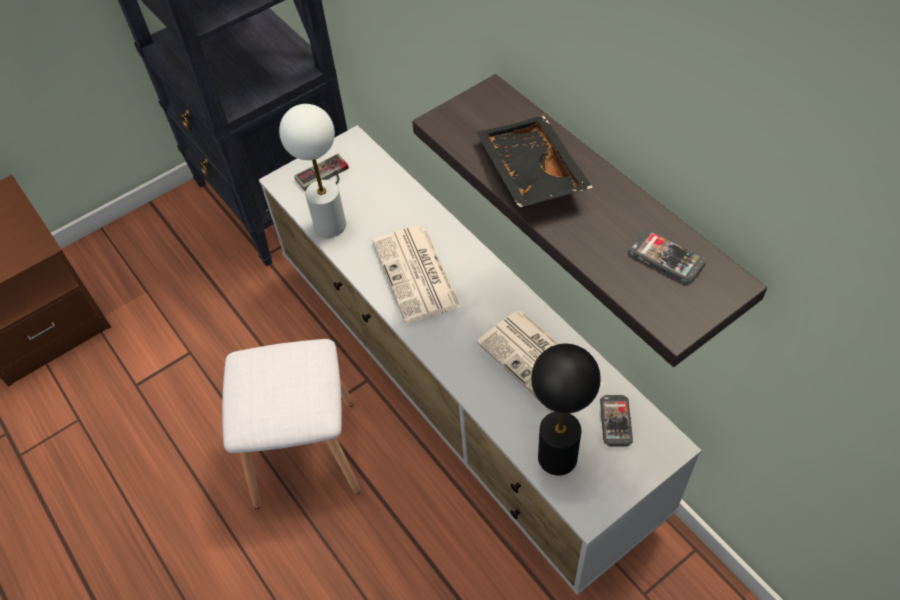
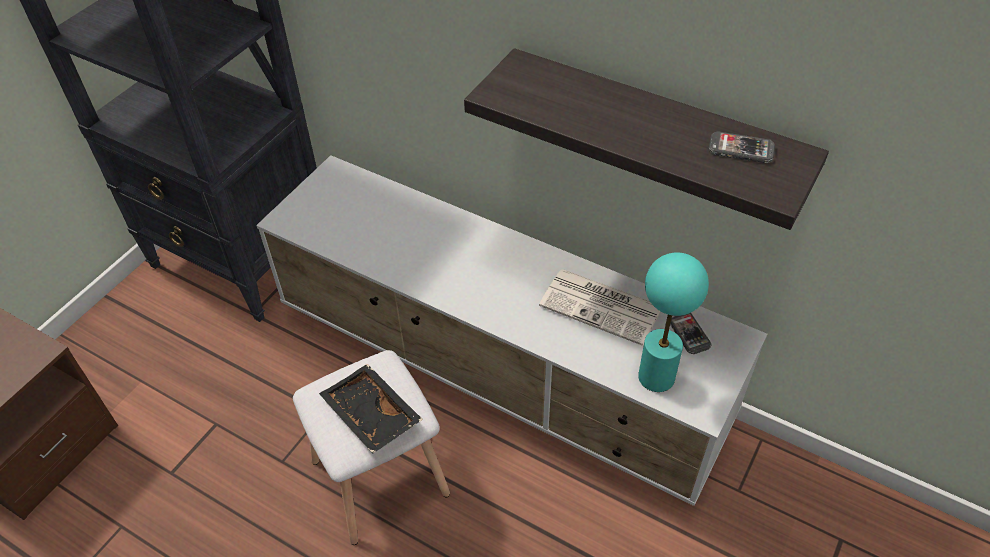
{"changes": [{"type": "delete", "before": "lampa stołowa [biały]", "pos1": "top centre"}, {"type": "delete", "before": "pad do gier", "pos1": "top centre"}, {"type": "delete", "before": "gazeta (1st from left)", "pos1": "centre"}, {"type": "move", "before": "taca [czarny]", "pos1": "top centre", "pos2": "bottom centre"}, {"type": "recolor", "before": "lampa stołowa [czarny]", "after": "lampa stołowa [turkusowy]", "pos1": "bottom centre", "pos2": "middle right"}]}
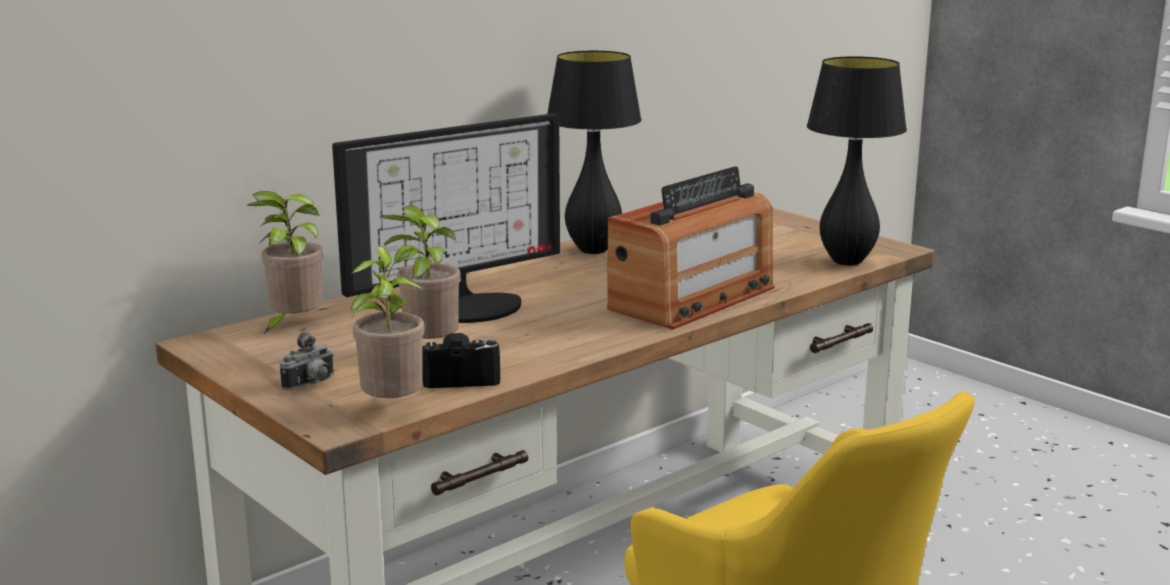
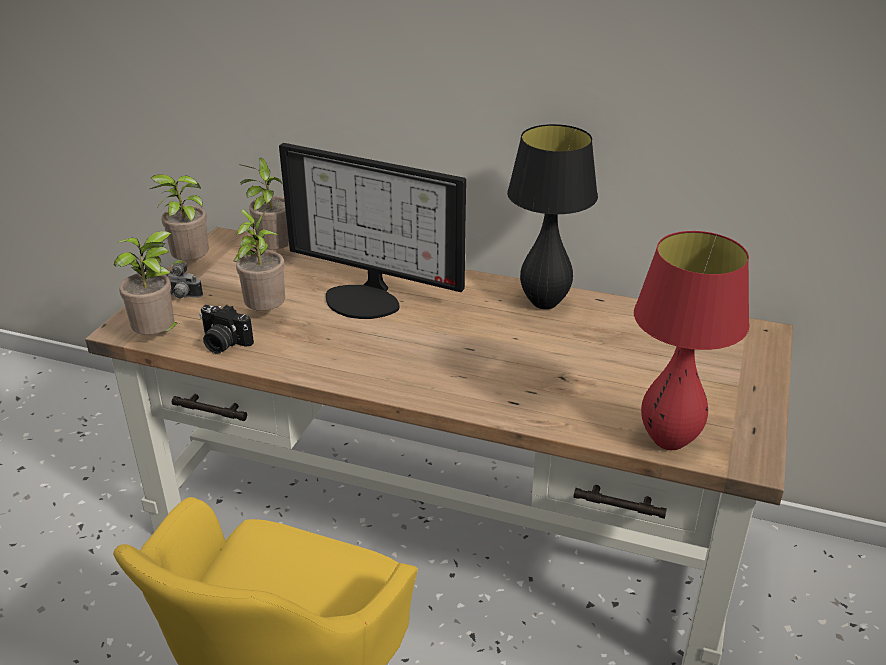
{"changes": [{"type": "rotate", "before": "aparat fotograficzny (2nd from left)", "pos1": "centre", "pos2": "middle left", "turn": 150}, {"type": "delete", "before": "radio", "pos1": "centre"}, {"type": "recolor", "before": "lampa stołowa [czarny] (2nd from left)", "after": "lampa stołowa [czerwony]", "pos1": "top right", "pos2": "middle right"}, {"type": "insert", "after": "roślina doniczkowa (2nd from left)", "pos2": "top left"}]}
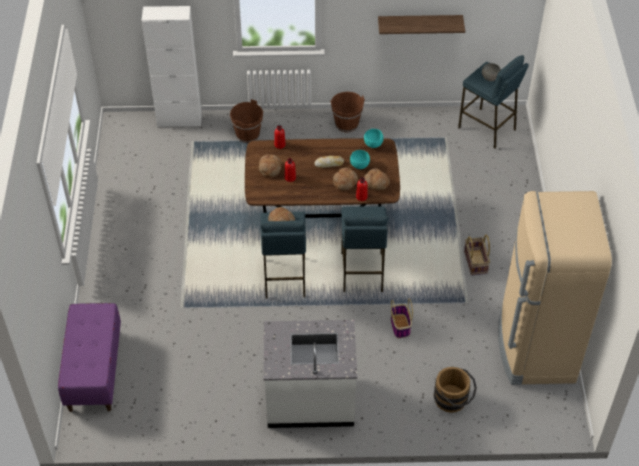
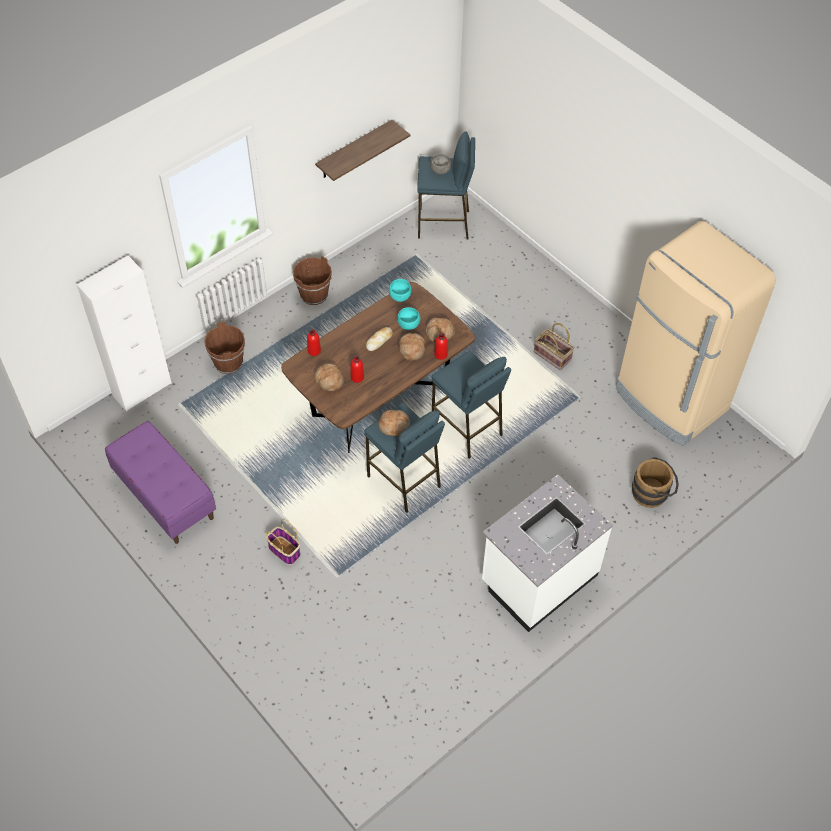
{"changes": [{"type": "move", "before": "ławka [fioletowy]", "pos1": "bottom left", "pos2": "middle left"}, {"type": "move", "before": "koszyk (1st from left)", "pos1": "bottom centre", "pos2": "centre"}]}
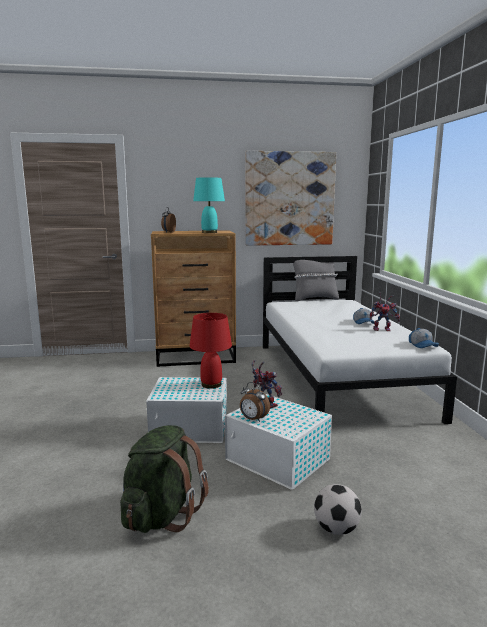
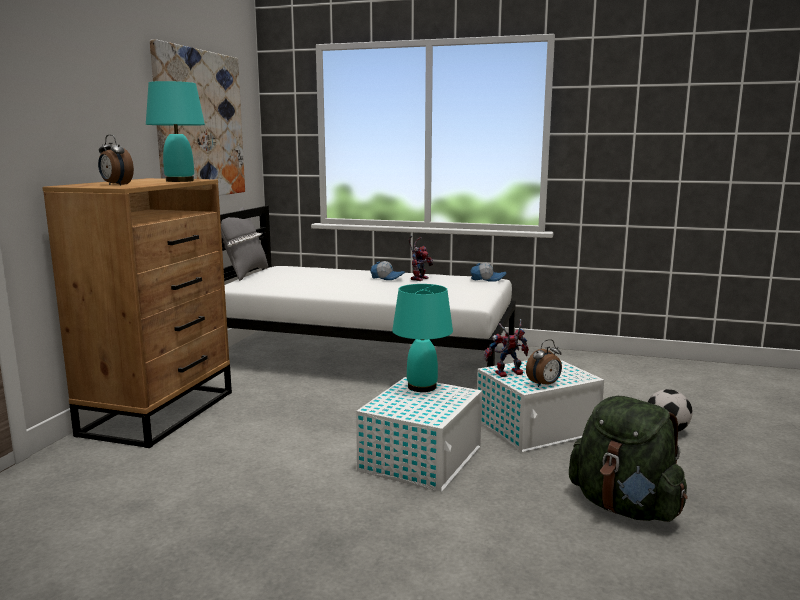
{"changes": [{"type": "recolor", "before": "lampa stołowa [czerwony]", "after": "lampa stołowa [turkusowy] (2nd from left)", "pos1": "centre", "pos2": "centre"}]}
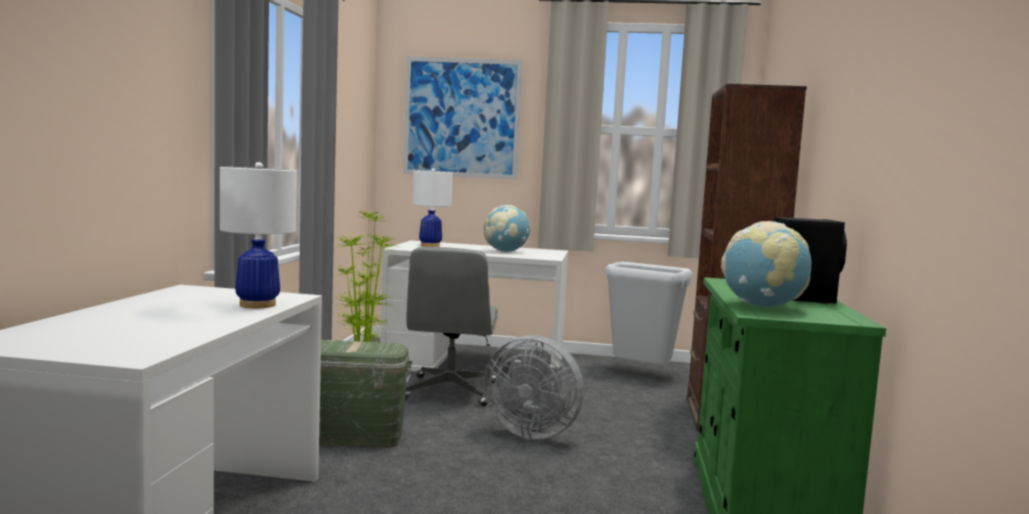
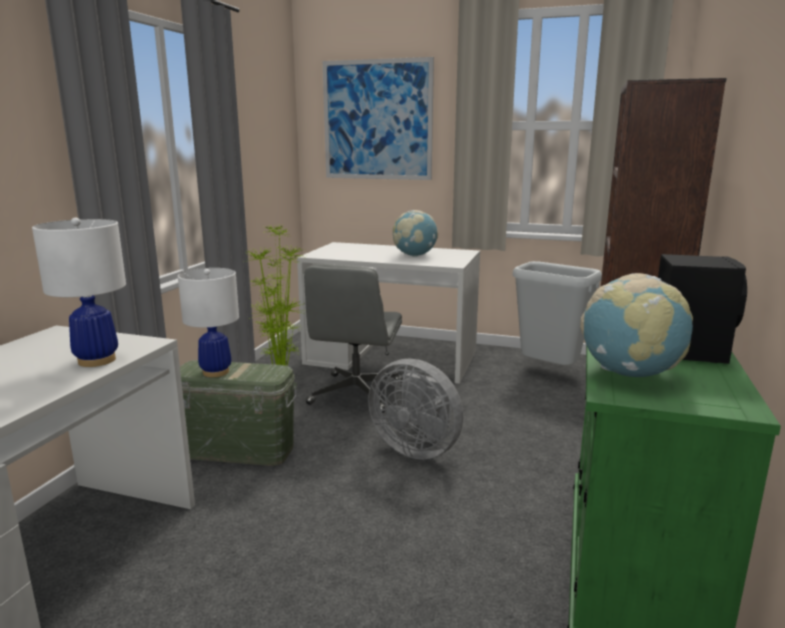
{"changes": [{"type": "move", "before": "lampa stołowa [biały] (2nd from left)", "pos1": "centre", "pos2": "middle left"}]}
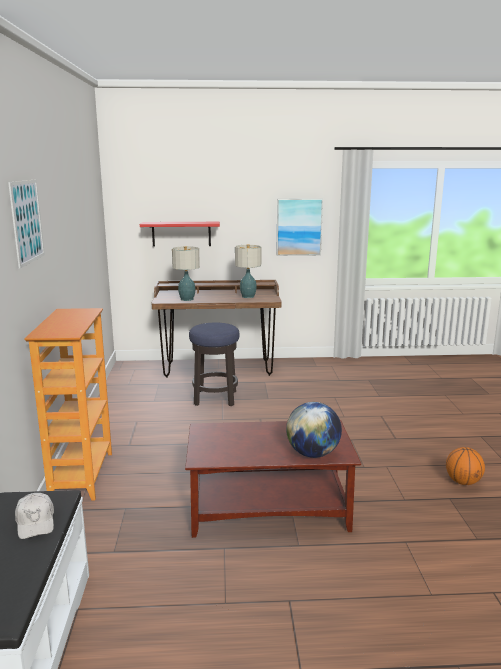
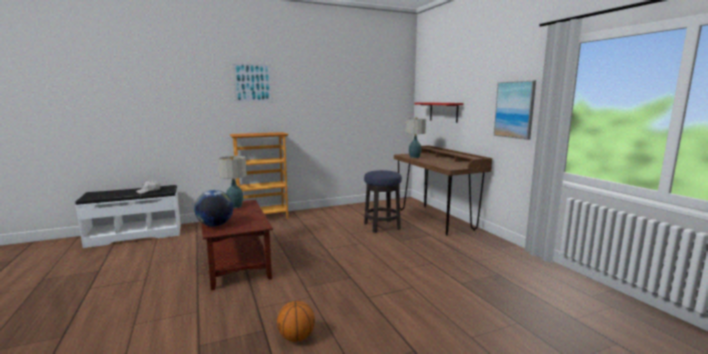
{"changes": [{"type": "move", "before": "lampa stołowa (2nd from left in the first image)", "after": "lampa stołowa (1st from left)", "pos1": "centre", "pos2": "middle left"}]}
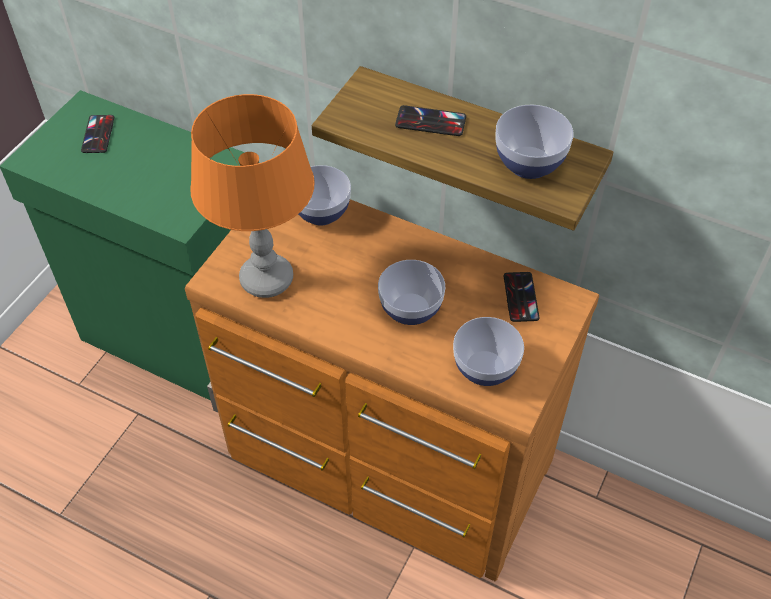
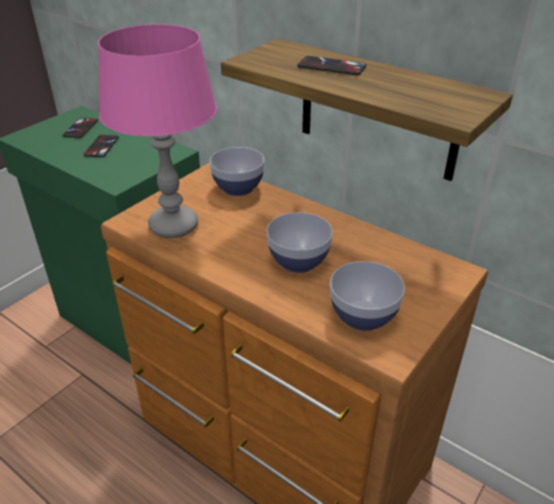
{"changes": [{"type": "recolor", "before": "lampa stołowa [pomarańczowy]", "after": "lampa stołowa [różowy]", "pos1": "top left", "pos2": "top left"}, {"type": "delete", "before": "miska (4th from left)", "pos1": "top right"}, {"type": "move", "before": "telefon (3rd from left in the first image)", "after": "telefon (2nd from left)", "pos1": "middle right", "pos2": "top left"}]}
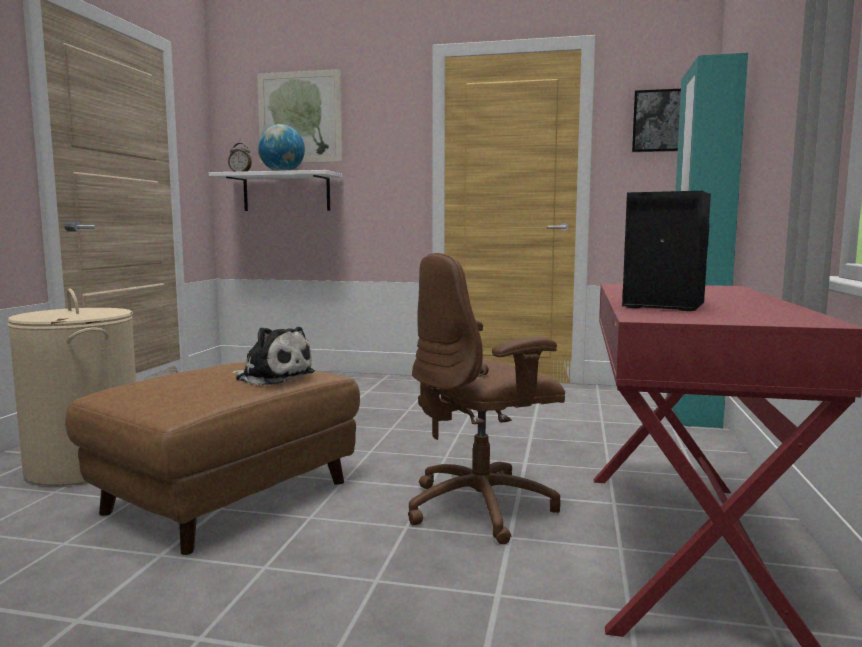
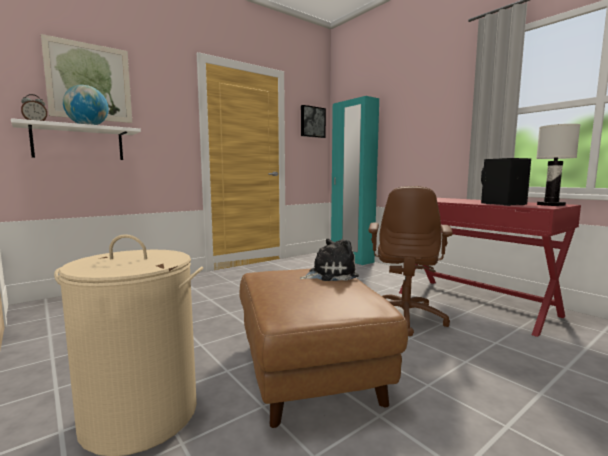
{"changes": [{"type": "insert", "after": "lampa stołowa [biały]", "pos2": "middle right"}]}
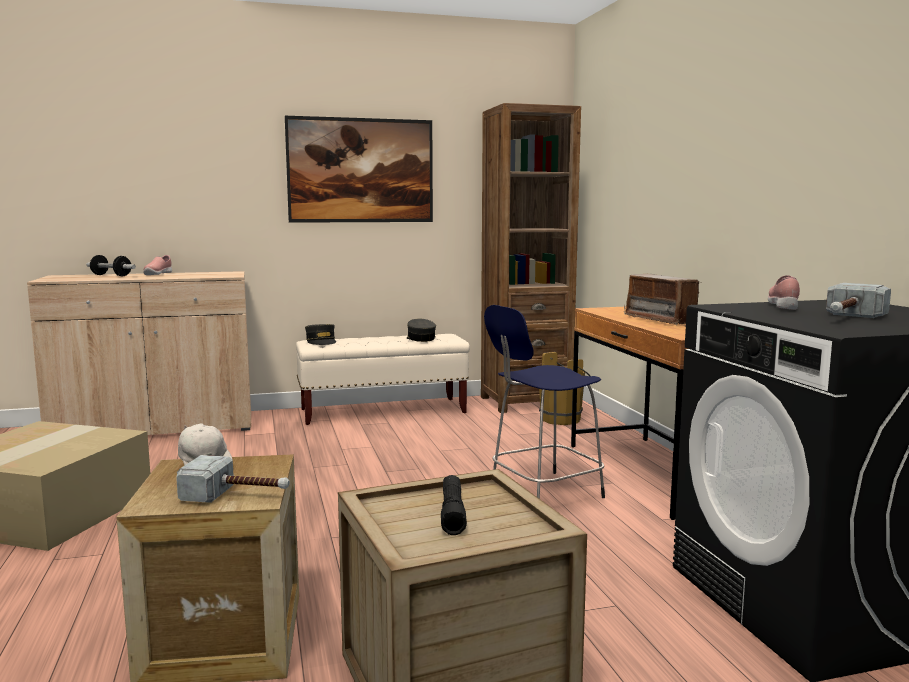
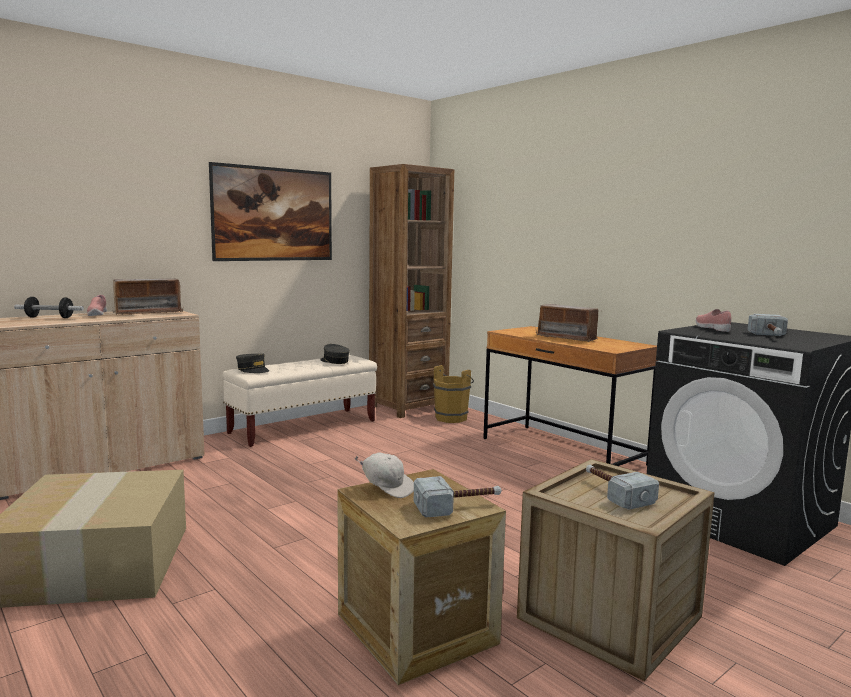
{"changes": [{"type": "replace", "before": "latarka [czarny]", "after": "młotek (2nd from left)", "pos1": "bottom centre", "pos2": "bottom right"}, {"type": "delete", "before": "stołek [niebieski]", "pos1": "centre"}, {"type": "insert", "after": "radio (1st from left)", "pos2": "middle left"}]}
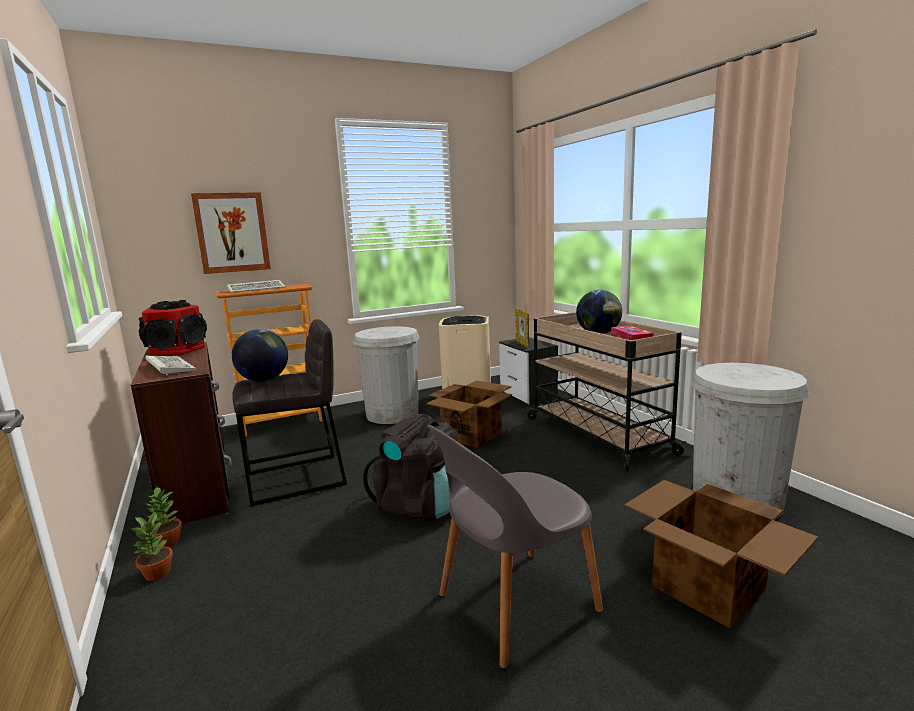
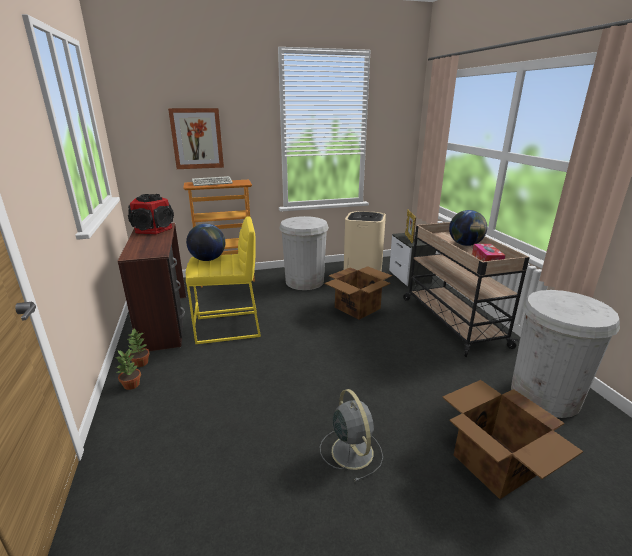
{"changes": [{"type": "delete", "before": "klawiatura (1st from left)", "pos1": "middle left"}, {"type": "recolor", "before": "stołek [szary]", "after": "stołek [żółty]", "pos1": "middle left", "pos2": "centre"}, {"type": "delete", "before": "plecak [czarny]", "pos1": "centre"}, {"type": "replace", "before": "krzesło [szary]", "after": "wentylator [szary]", "pos1": "bottom centre", "pos2": "bottom centre"}]}
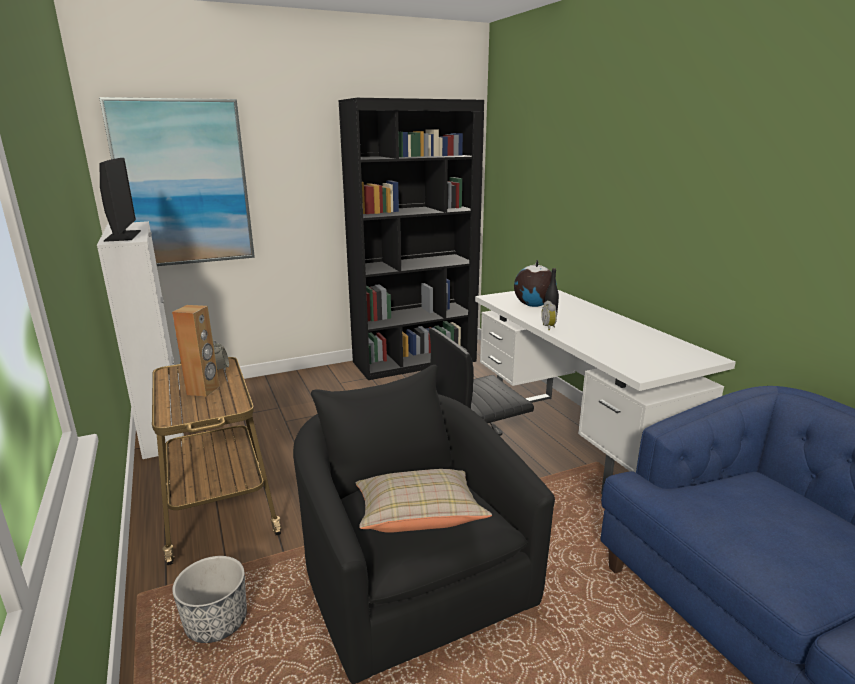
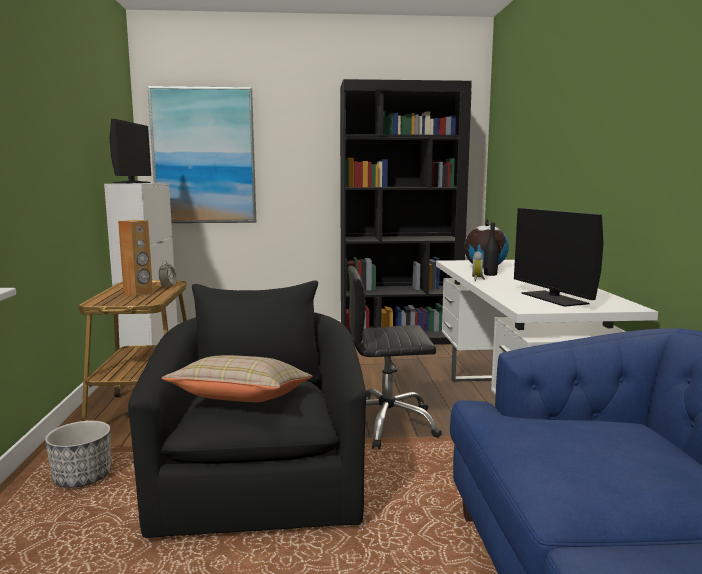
{"changes": [{"type": "insert", "after": "monitor (2nd from left)", "pos2": "middle right"}]}
